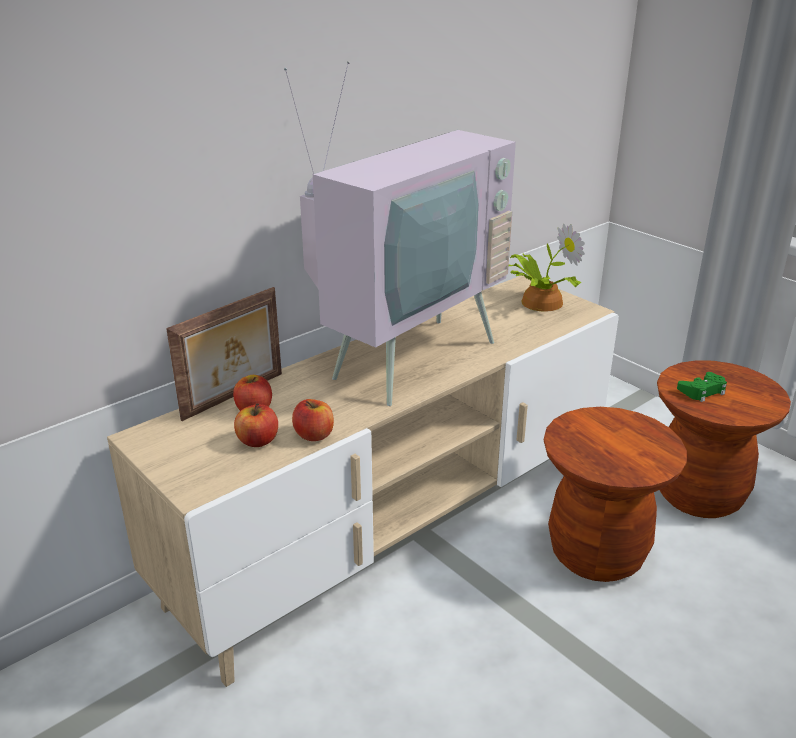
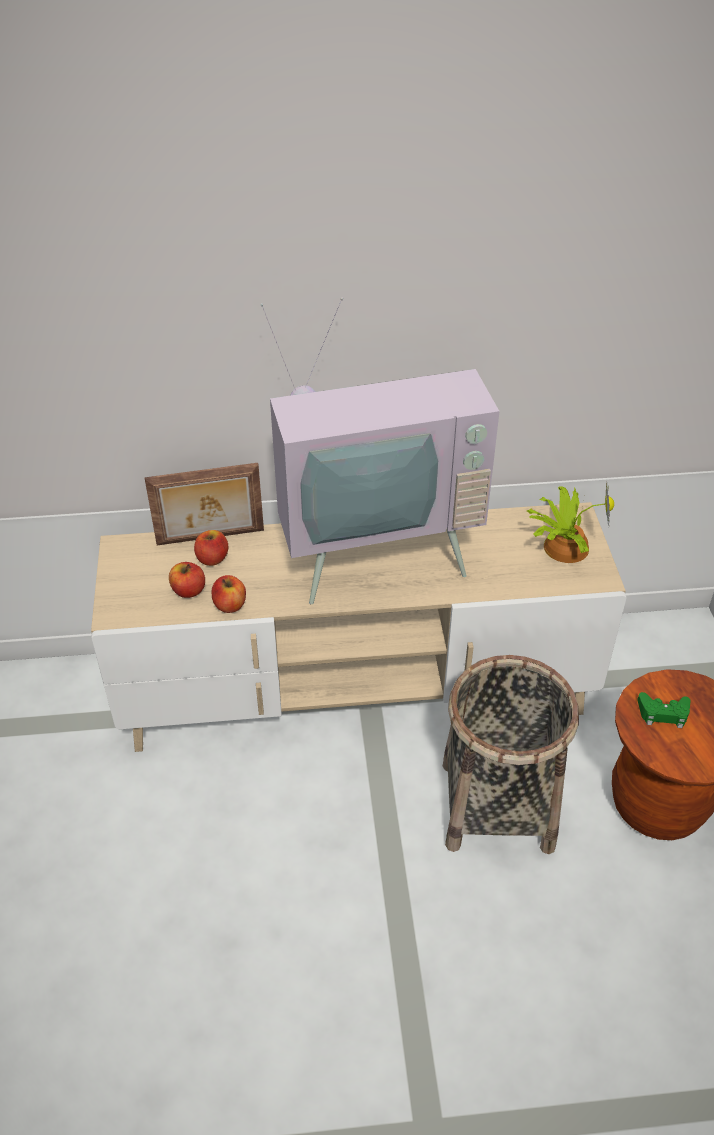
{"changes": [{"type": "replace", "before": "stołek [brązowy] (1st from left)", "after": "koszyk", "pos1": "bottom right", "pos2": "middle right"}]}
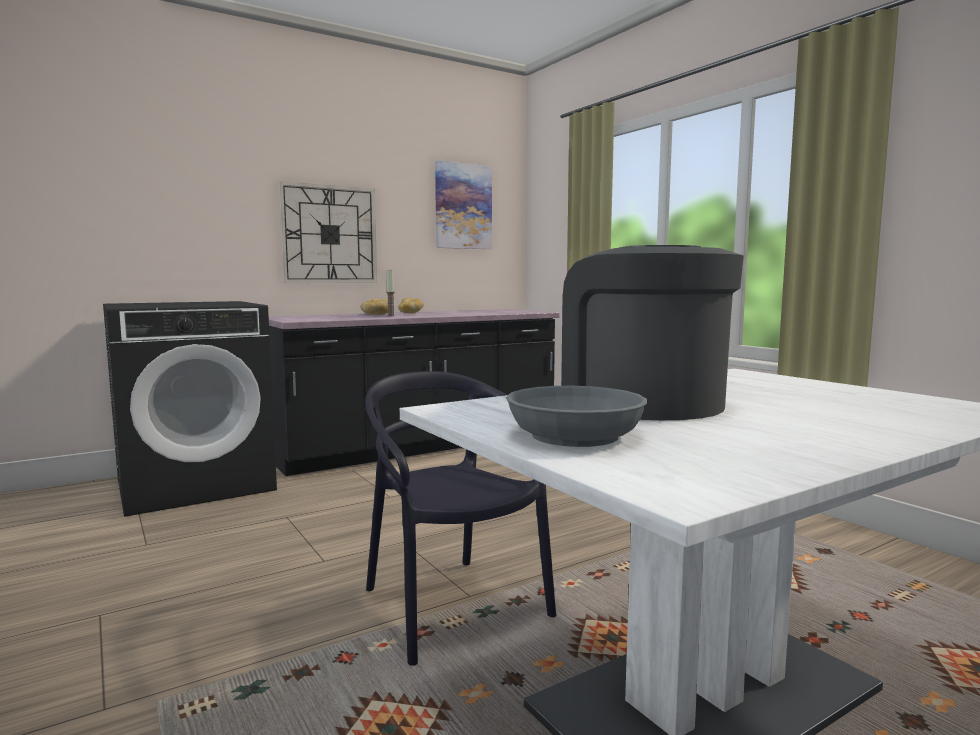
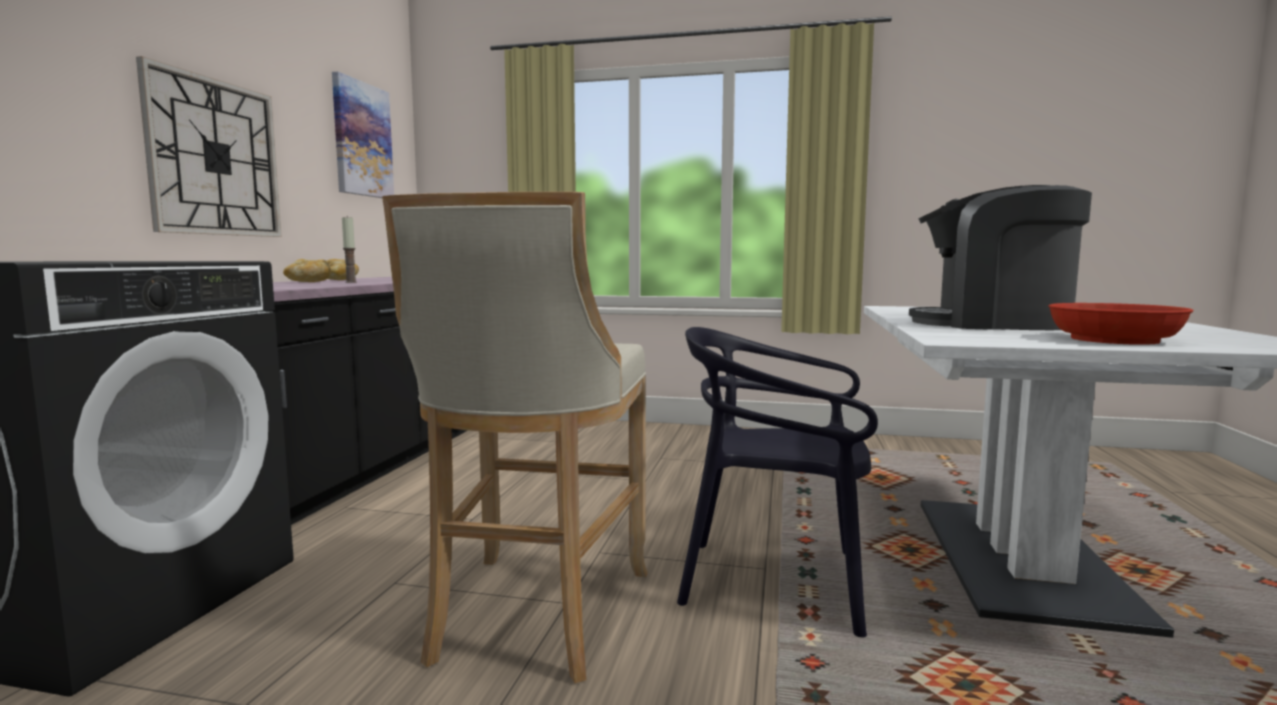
{"changes": [{"type": "recolor", "before": "miska [szary]", "after": "miska [czerwony]", "pos1": "centre", "pos2": "middle right"}, {"type": "insert", "after": "stołek [beżowy]", "pos2": "centre"}]}
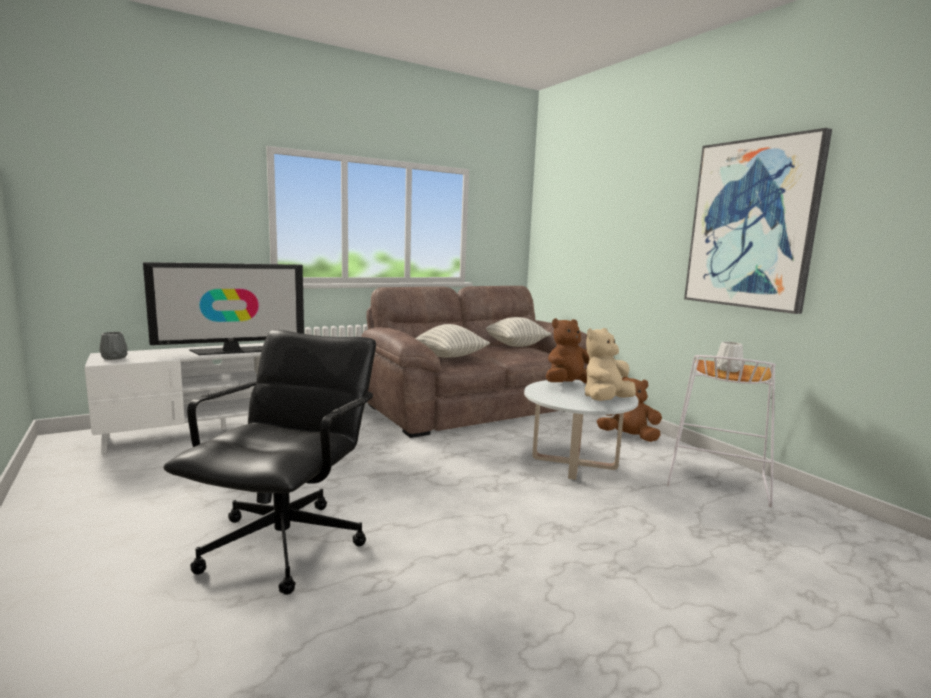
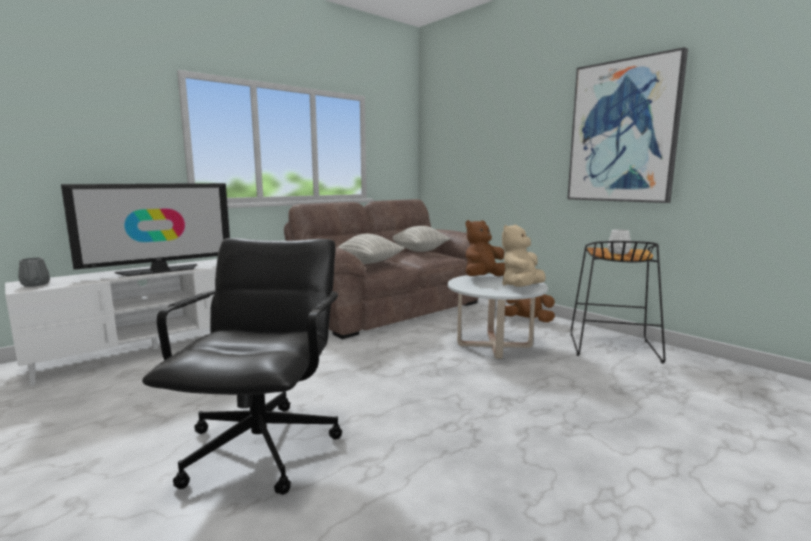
{"changes": [{"type": "recolor", "before": "stołek [biały]", "after": "stołek [czarny]", "pos1": "middle right", "pos2": "middle right"}]}
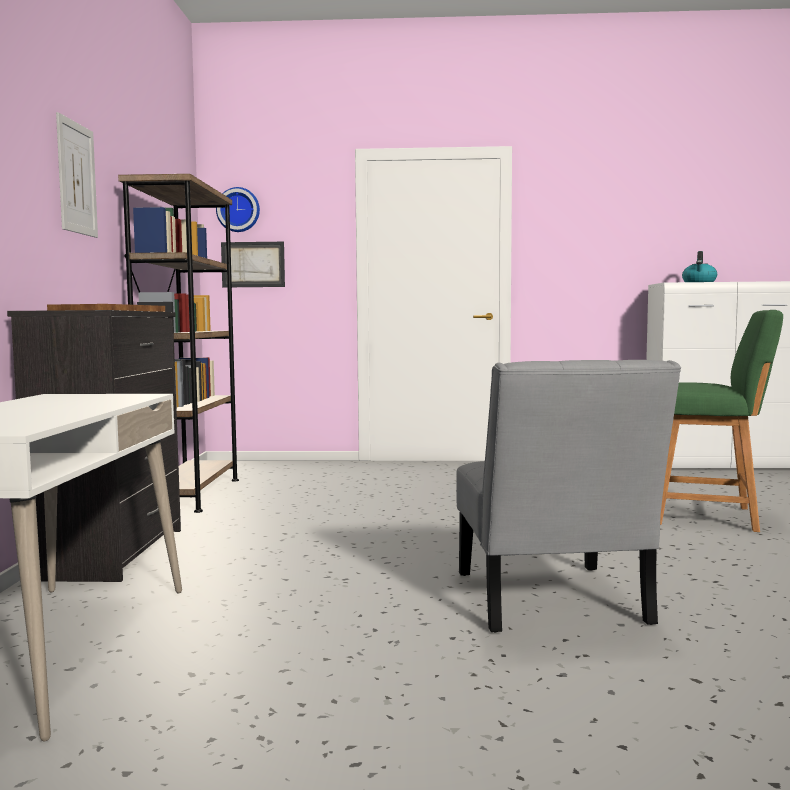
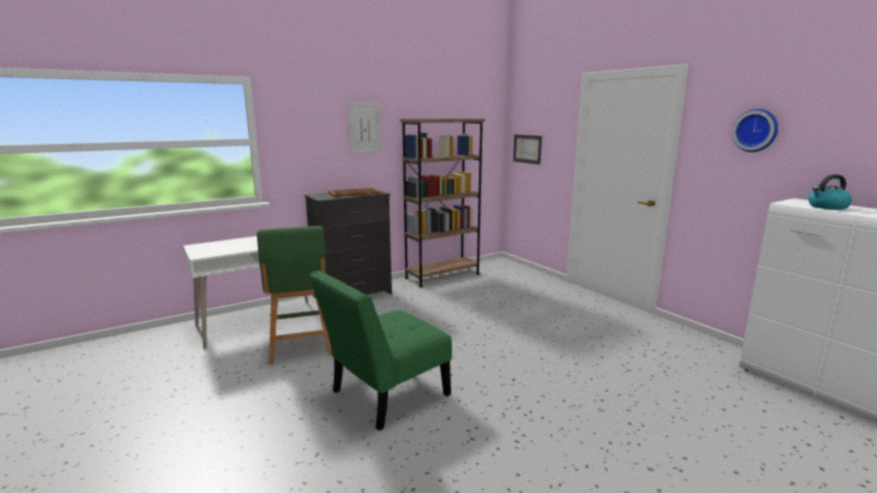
{"changes": [{"type": "move", "before": "zegar ścienny", "pos1": "top left", "pos2": "top right"}, {"type": "recolor", "before": "krzesło [szary]", "after": "krzesło [zielony]", "pos1": "middle right", "pos2": "bottom centre"}, {"type": "move", "before": "stołek [zielony]", "pos1": "middle right", "pos2": "centre"}]}
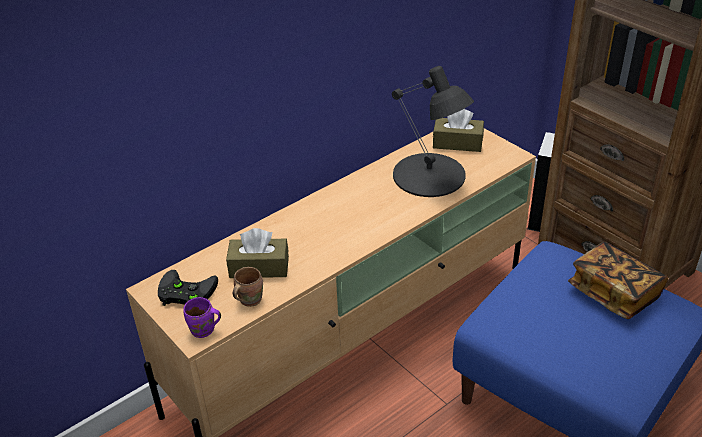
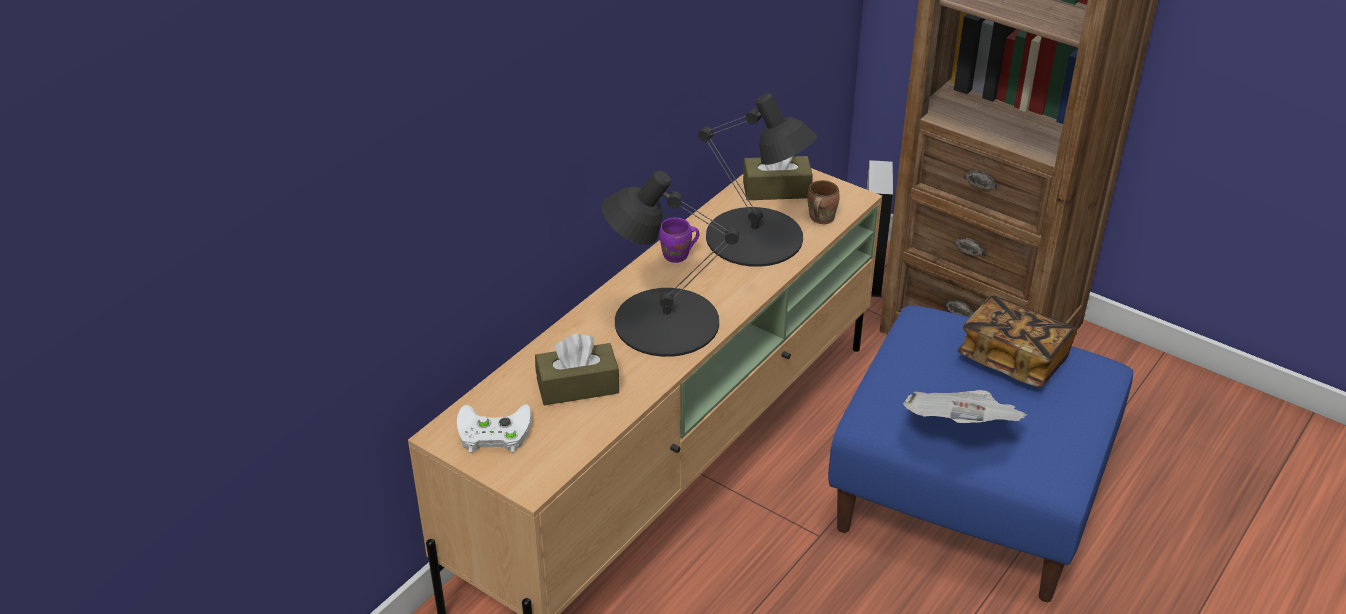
{"changes": [{"type": "recolor", "before": "pad do gier [czarny]", "after": "pad do gier [biały]", "pos1": "middle left", "pos2": "bottom centre"}, {"type": "move", "before": "kubek [fioletowy]", "pos1": "bottom left", "pos2": "centre"}, {"type": "move", "before": "kubek [brązowy]", "pos1": "centre", "pos2": "top centre"}, {"type": "insert", "after": "lampa stołowa [czarny] (1st from left)", "pos2": "centre"}, {"type": "insert", "after": "gazeta", "pos2": "middle right"}]}
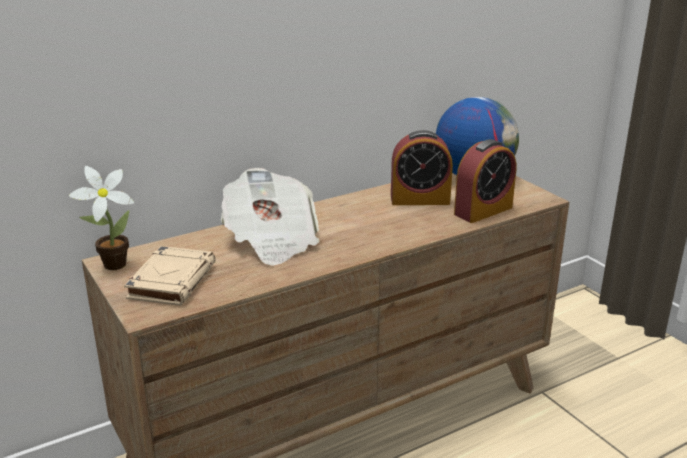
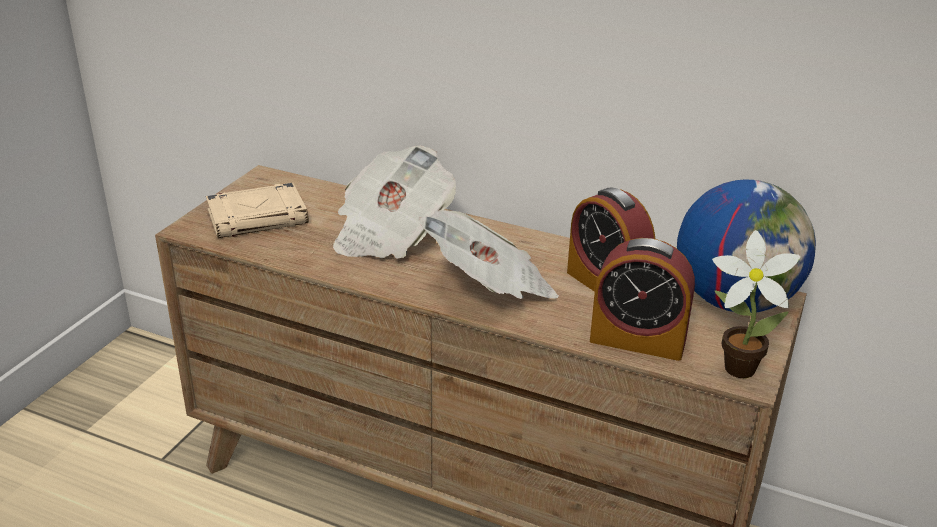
{"changes": [{"type": "move", "before": "roślina doniczkowa", "pos1": "middle left", "pos2": "middle right"}, {"type": "insert", "after": "gazeta (2nd from left)", "pos2": "centre"}]}
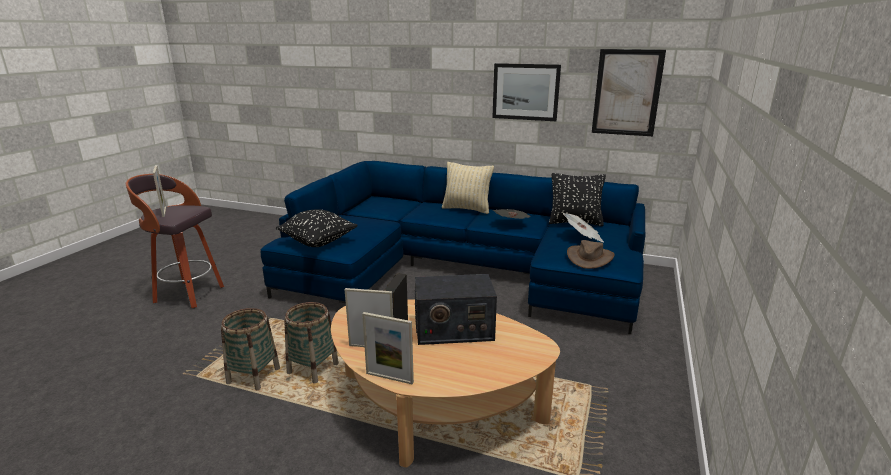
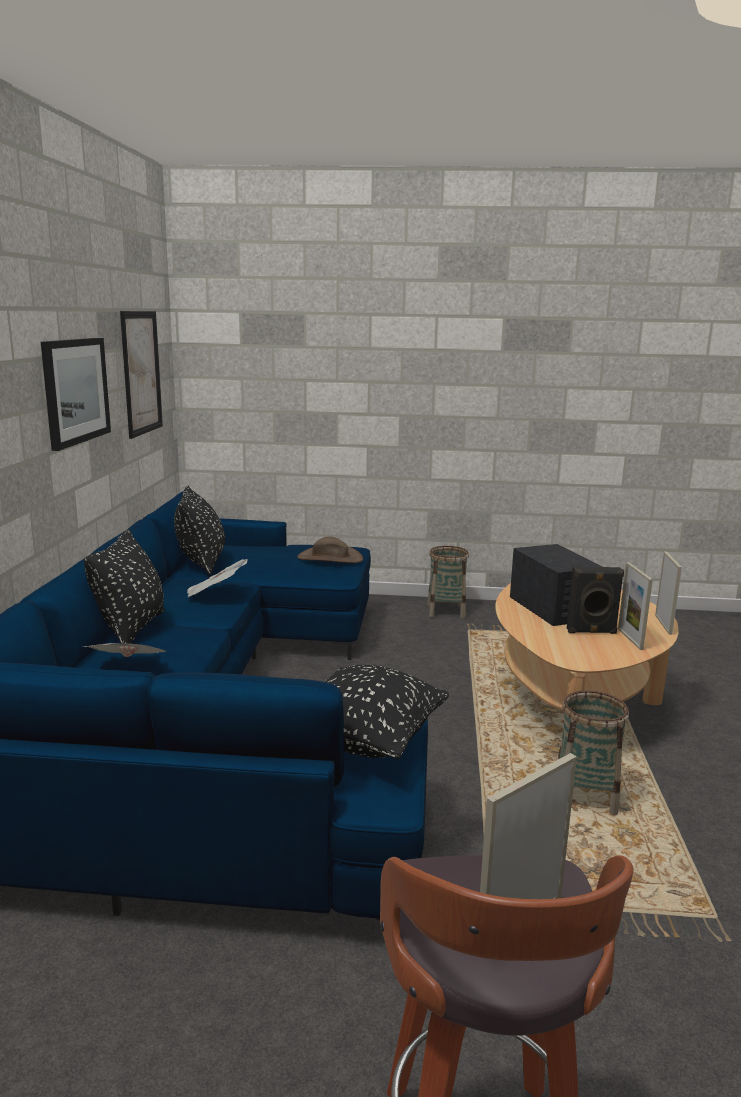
{"changes": [{"type": "move", "before": "koszyk (1st from left)", "pos1": "bottom left", "pos2": "centre"}, {"type": "recolor", "before": "poduszka [beżowy]", "after": "poduszka [czarny] (1st from left)", "pos1": "centre", "pos2": "middle left"}, {"type": "move", "before": "gazeta (2nd from left in the first image)", "after": "gazeta (1st from left)", "pos1": "centre", "pos2": "middle left"}]}
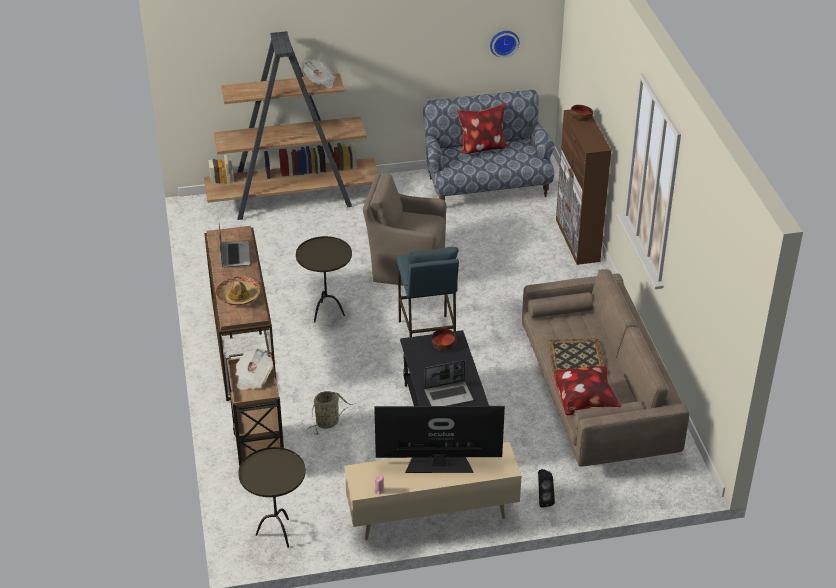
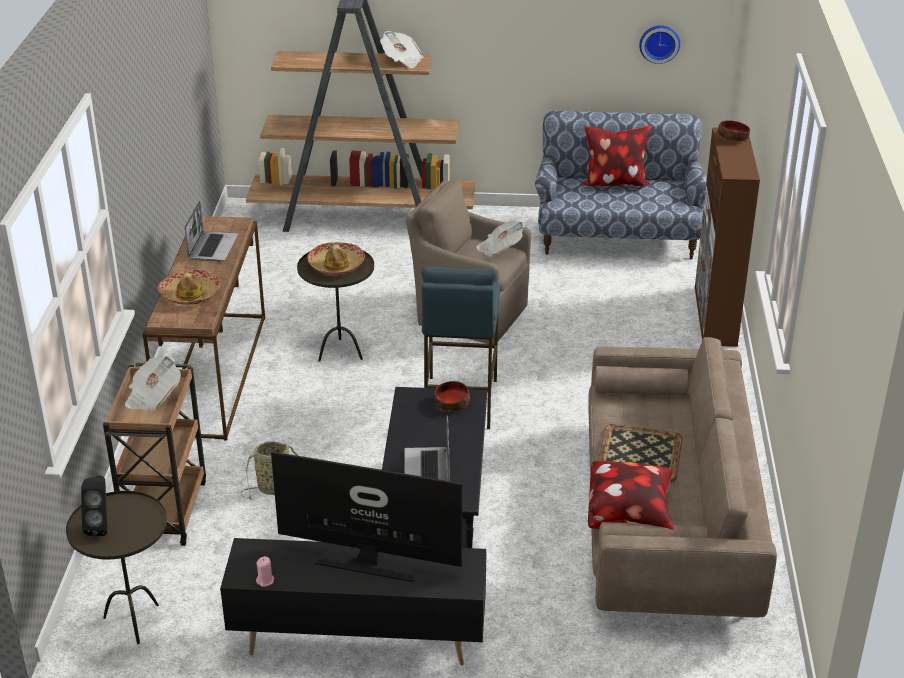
{"changes": [{"type": "recolor", "before": "szafka pod telewizor [beżowy]", "after": "szafka pod telewizor [czarny]", "pos1": "bottom centre", "pos2": "bottom centre"}, {"type": "rotate", "before": "laptop (2nd from left)", "pos1": "centre", "pos2": "centre", "turn": 90}, {"type": "move", "before": "głośnik [czarny]", "pos1": "bottom centre", "pos2": "bottom left"}, {"type": "insert", "after": "kapelusz (2nd from left)", "pos2": "centre"}, {"type": "insert", "after": "gazeta (3rd from left)", "pos2": "centre"}]}
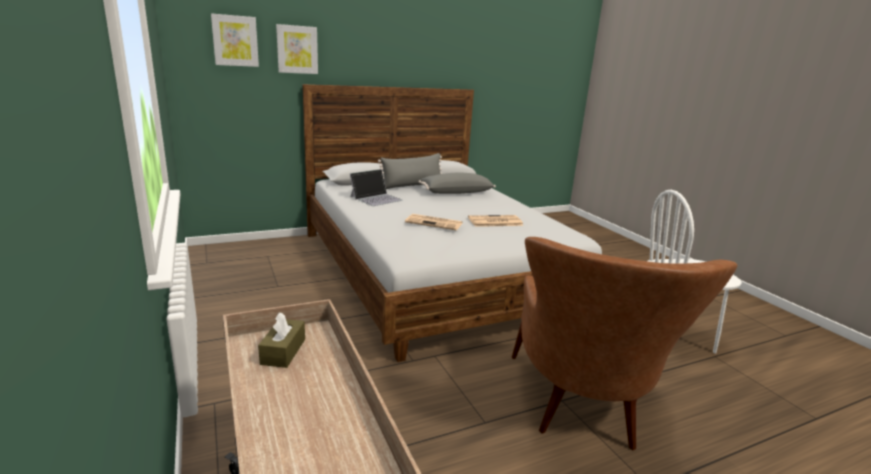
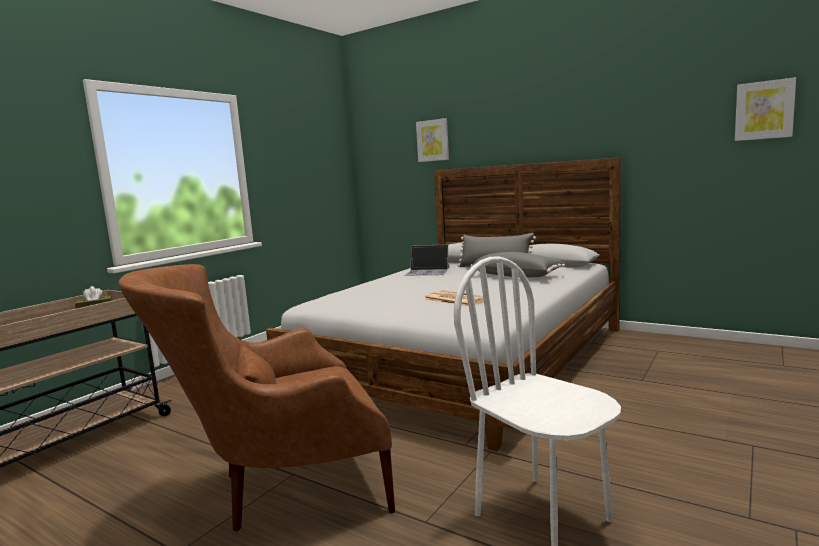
{"changes": [{"type": "move", "before": "obraz (1st from left in the first image)", "after": "obraz (2nd from left)", "pos1": "top left", "pos2": "top right"}, {"type": "delete", "before": "gazeta (1st from left)", "pos1": "centre"}]}
